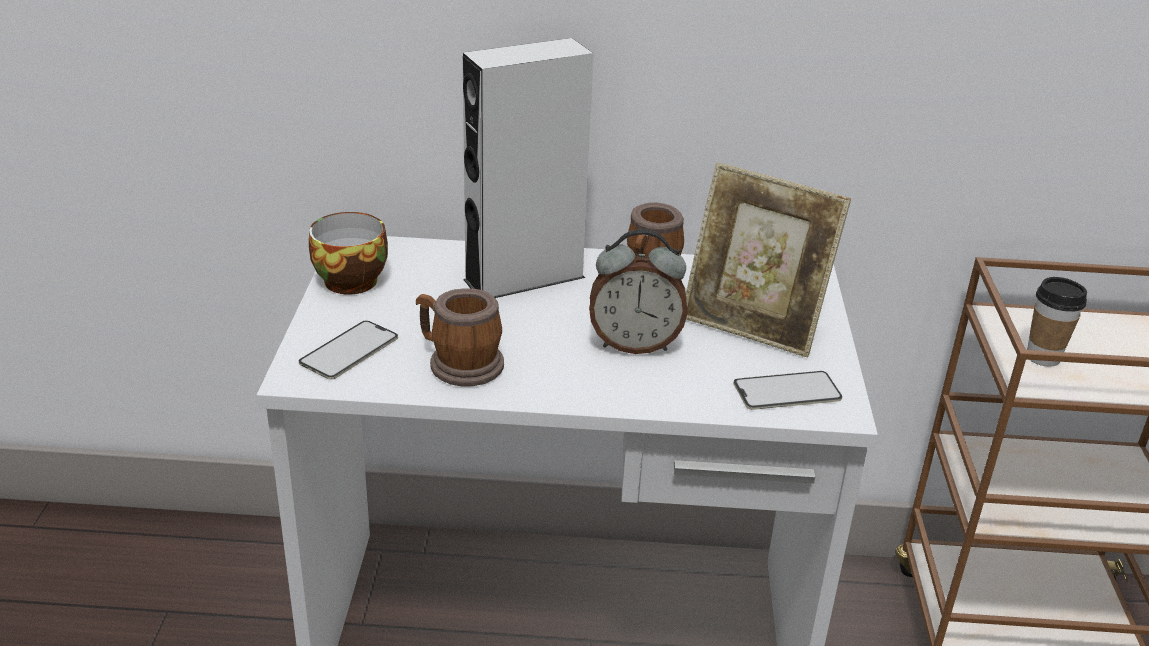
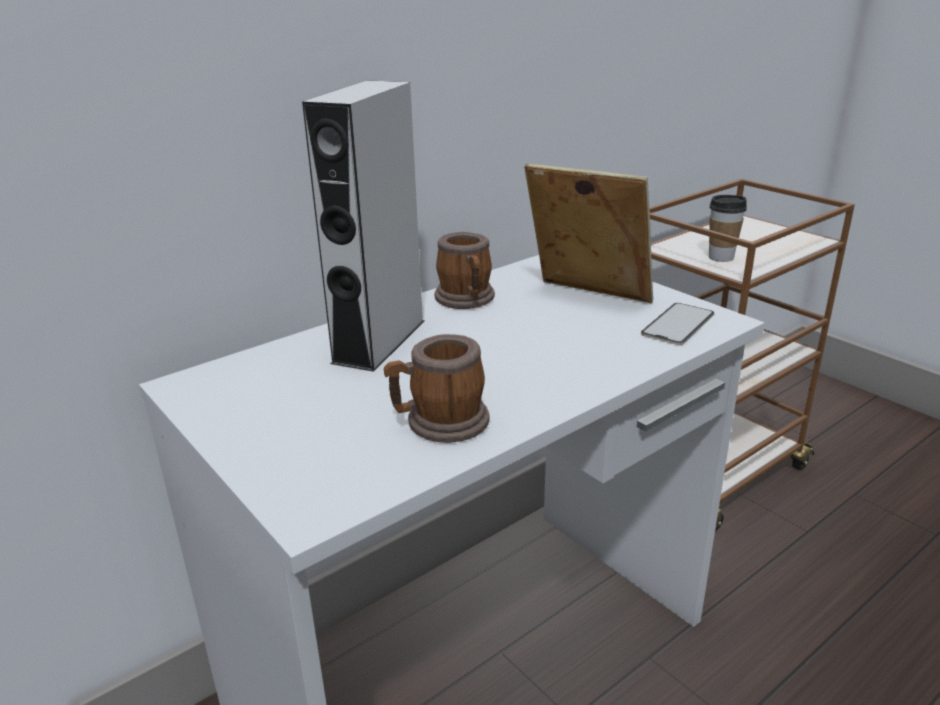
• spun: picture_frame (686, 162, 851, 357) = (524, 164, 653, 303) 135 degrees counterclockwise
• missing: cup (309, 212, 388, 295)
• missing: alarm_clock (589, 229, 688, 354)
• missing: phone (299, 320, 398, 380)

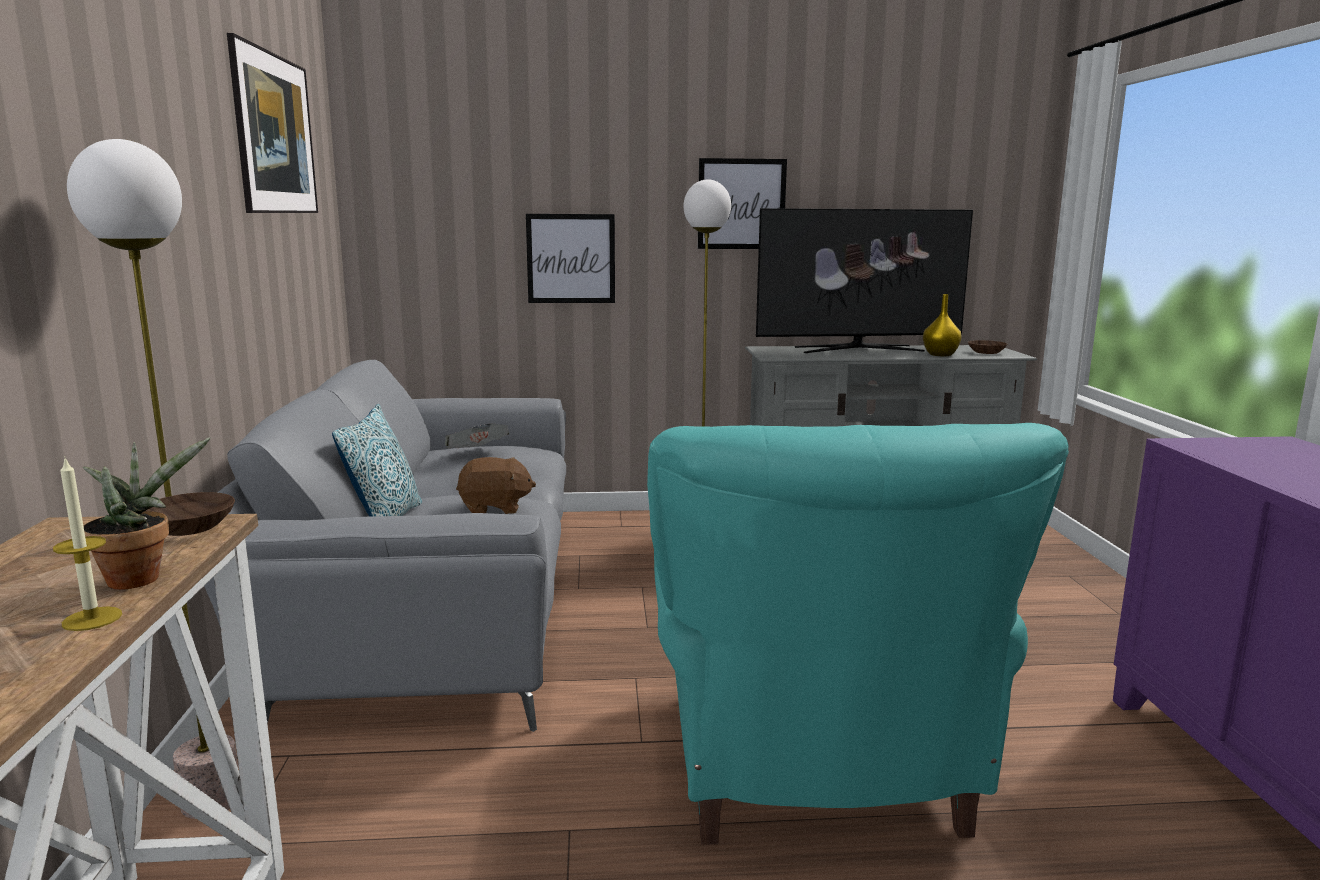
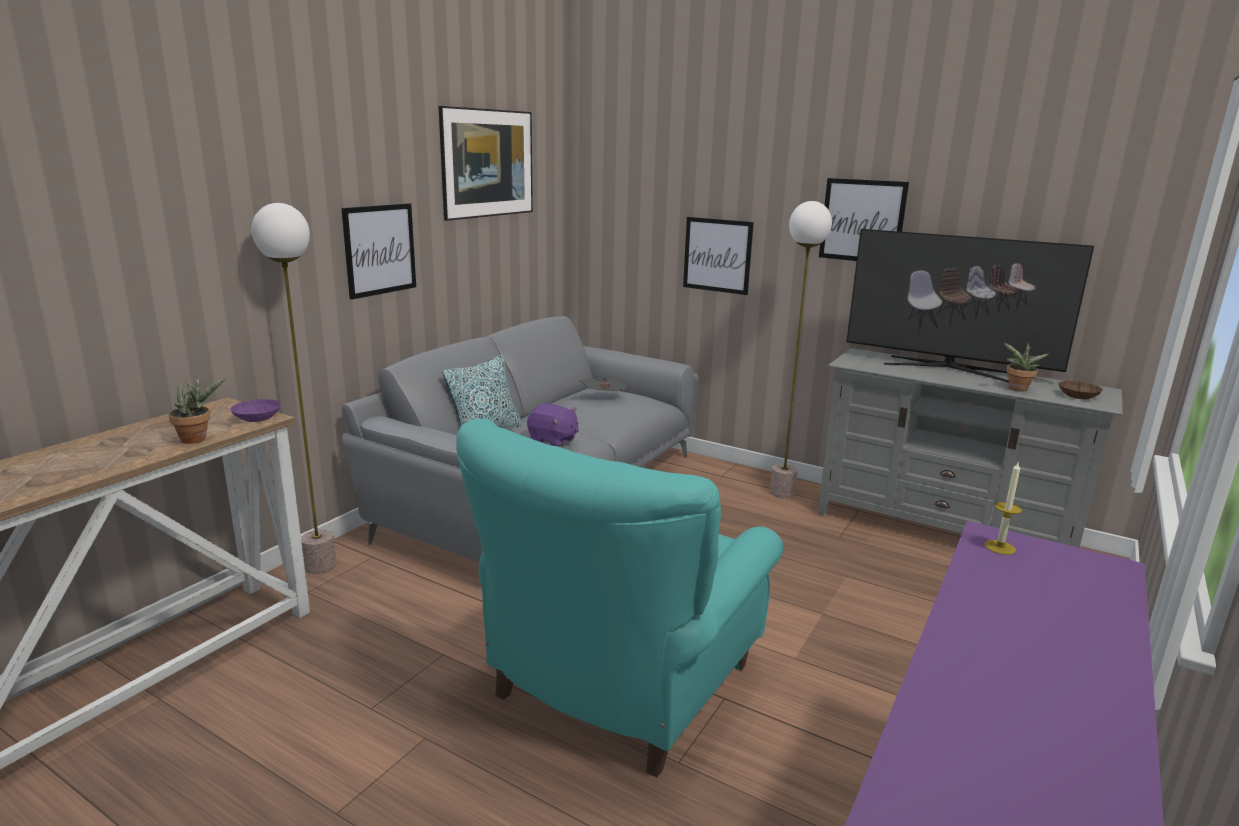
• exchanged: yellow_vase (923, 294, 962, 356) to potted_plant (1004, 342, 1049, 392)
• relocated: candle (53, 456, 122, 631) to (985, 462, 1022, 555)
• colour: brown_plush_toy (456, 457, 536, 514) to purple_plush_toy (527, 403, 579, 447)
• colour: brown_bowl (146, 492, 235, 536) to purple_bowl (230, 399, 281, 422)
• appeared: picture (342, 203, 416, 300)

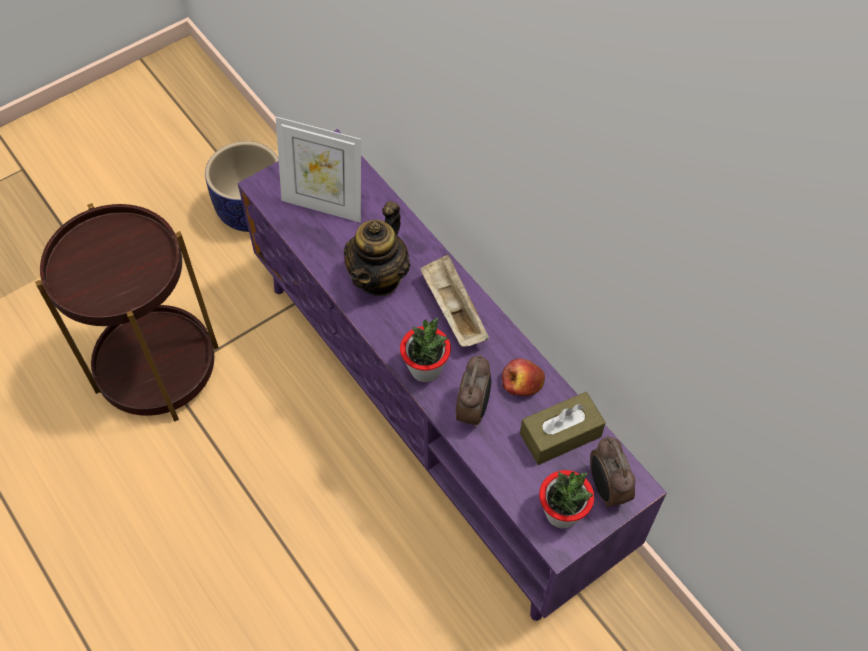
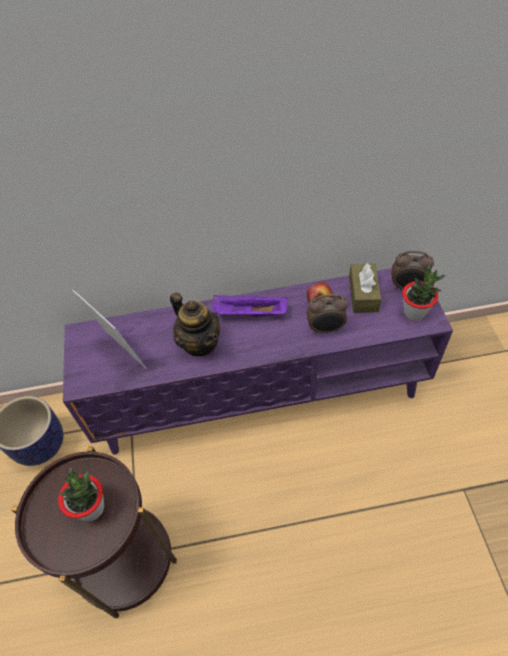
• spun: picture_frame (276, 117, 361, 223) = (72, 290, 147, 369) 90 degrees counterclockwise
• colour: beige_tray (420, 254, 489, 347) to purple_tray (213, 295, 287, 317)
• relocated: potted_plant (400, 318, 451, 382) to (58, 468, 104, 521)
• spun: alarm_clock (456, 355, 491, 427) = (307, 294, 348, 334) 135 degrees clockwise

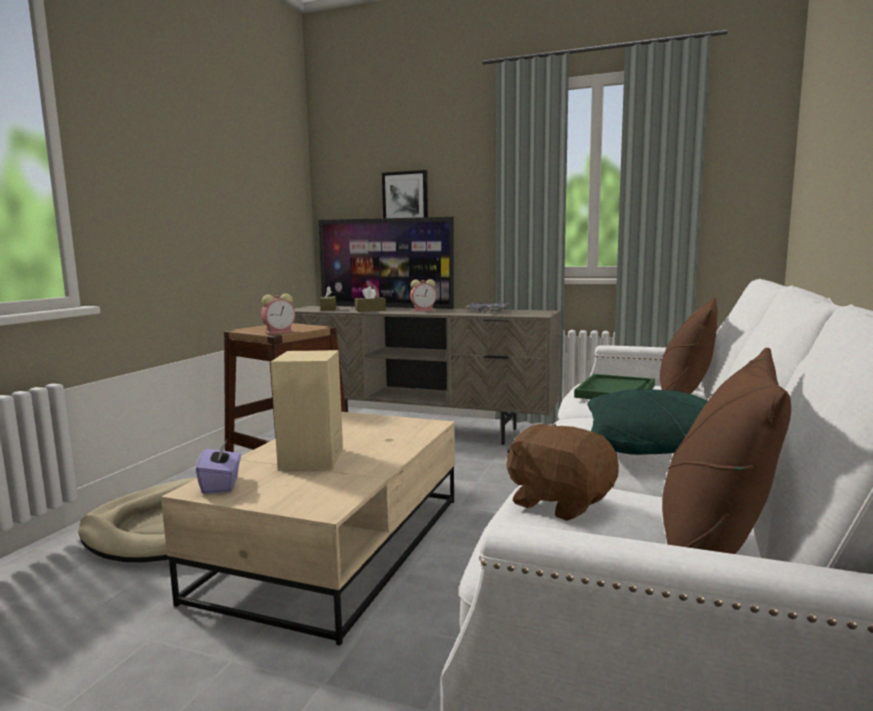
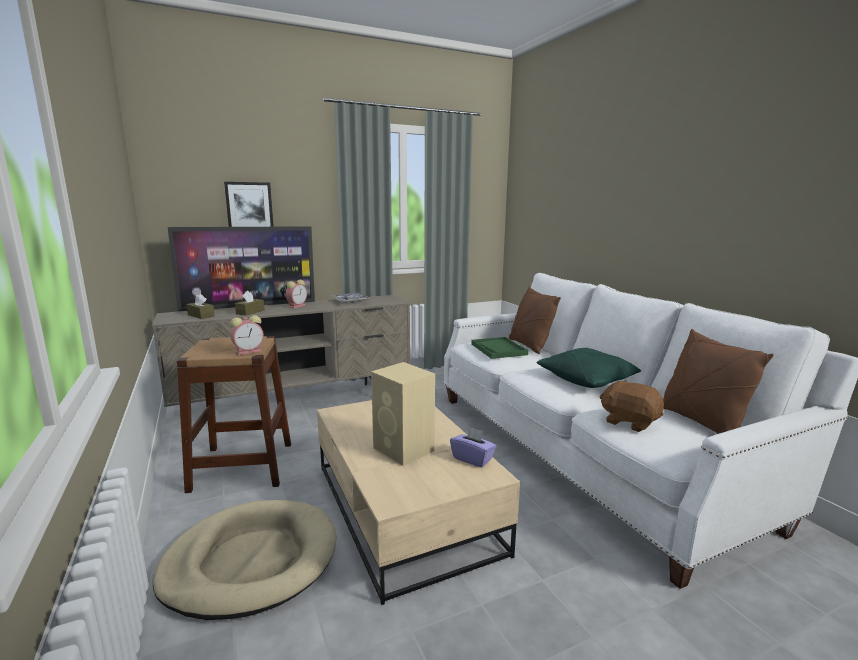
• spun: alarm_clock (261, 294, 295, 334) = (230, 315, 264, 355) 45 degrees clockwise
• spun: brown_plush_toy (507, 423, 619, 521) = (599, 380, 664, 432) 45 degrees clockwise
• relocated: purple_tissue_box (196, 440, 241, 494) to (450, 427, 496, 468)

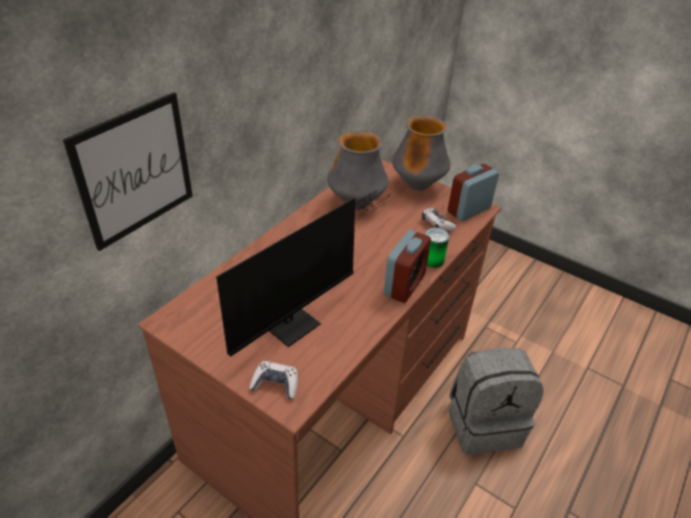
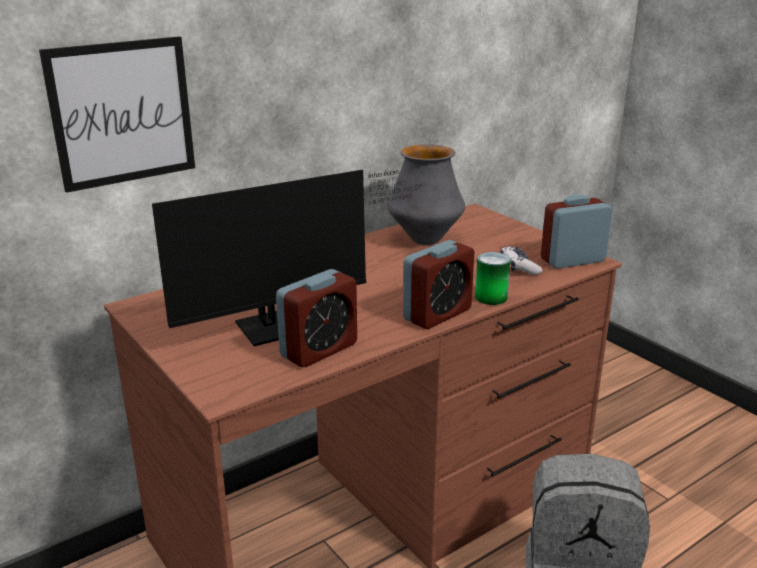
• missing: vase (392, 115, 450, 191)
• missing: game_controller (249, 361, 298, 399)
• appeared: alarm_clock (276, 269, 357, 367)

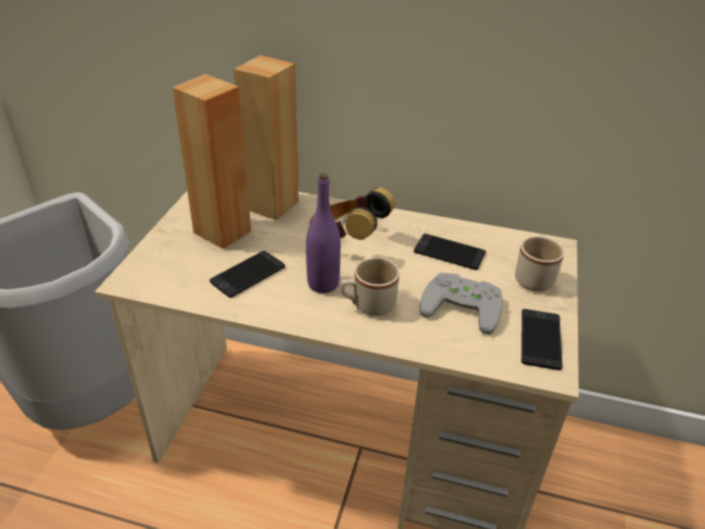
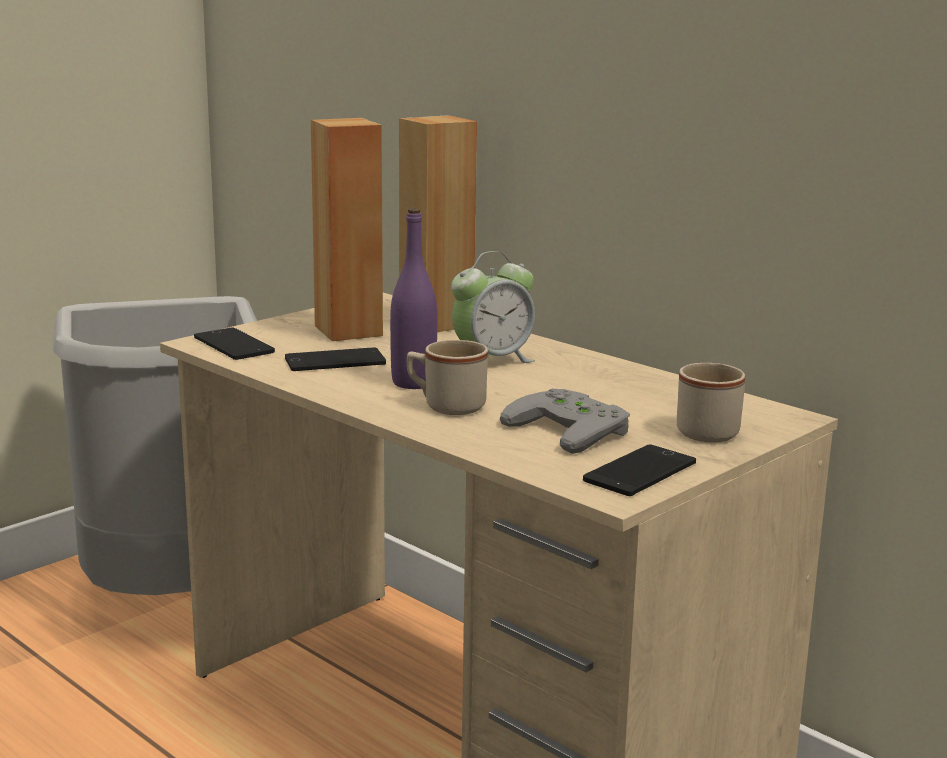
• exchanged: headphones (309, 188, 395, 240) to alarm_clock (451, 251, 535, 363)
• relocated: phone (414, 234, 486, 270) to (194, 327, 275, 360)

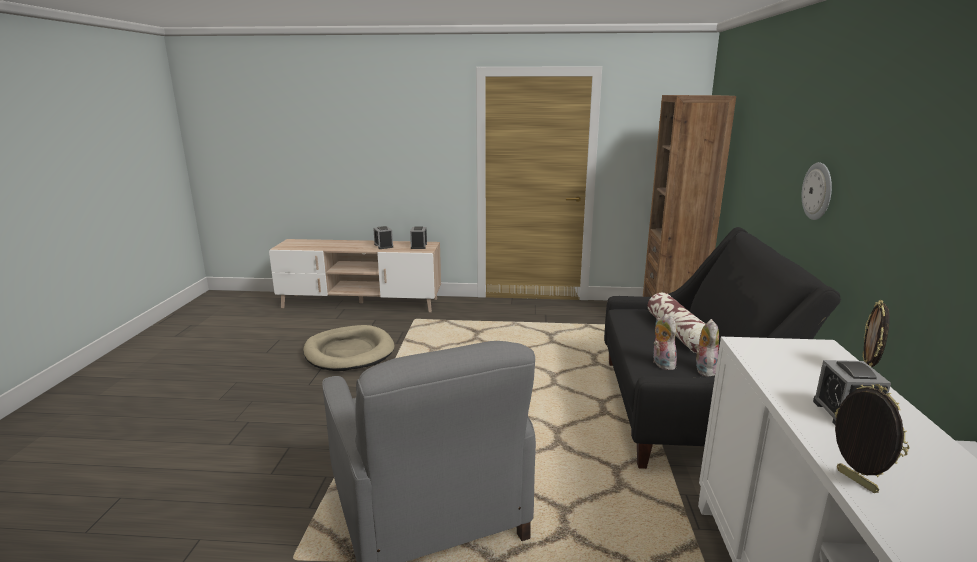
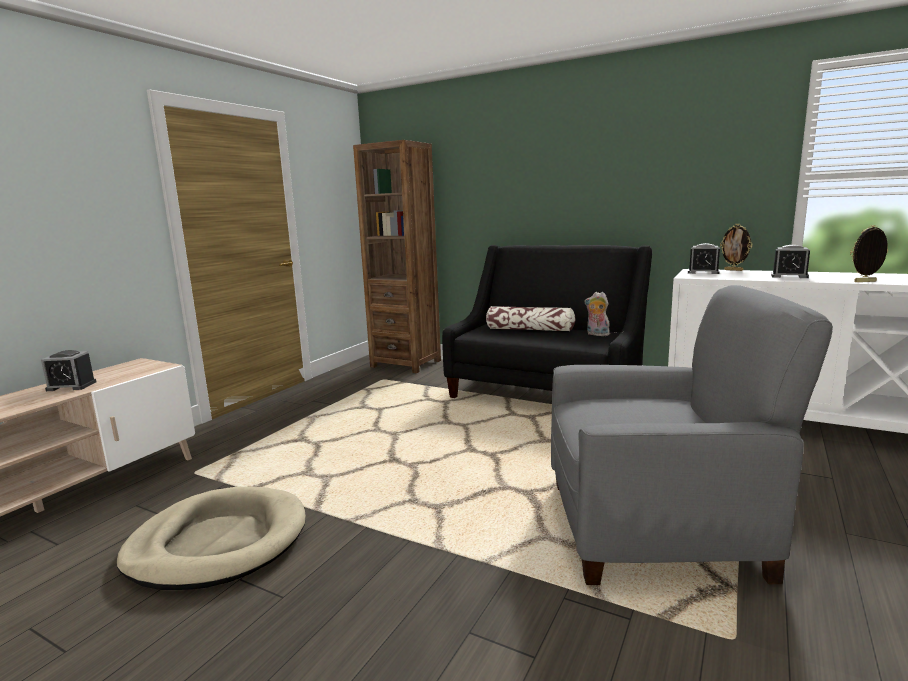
• missing: wall_clock (802, 162, 832, 220)
• relocated: alarm_clock (410, 227, 427, 249) to (688, 243, 720, 274)
• missing: plush_toy (653, 314, 677, 370)

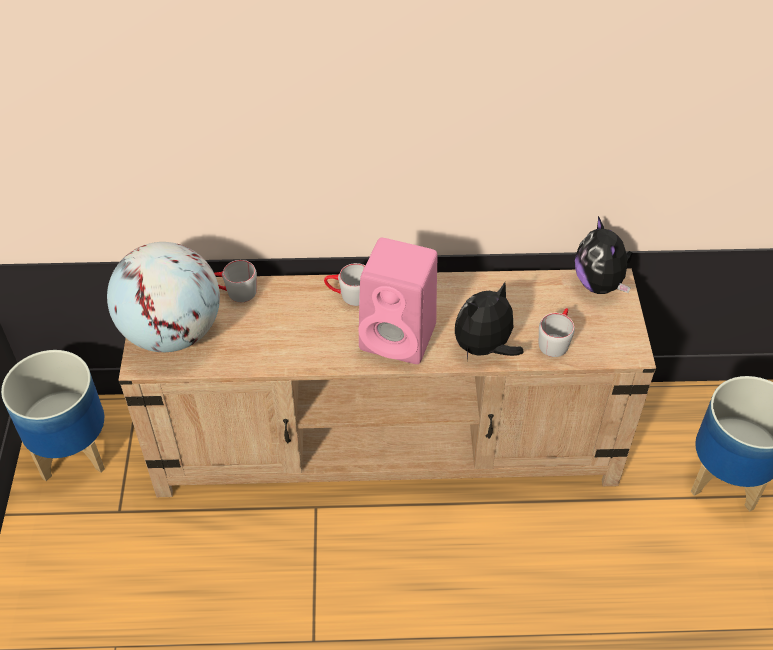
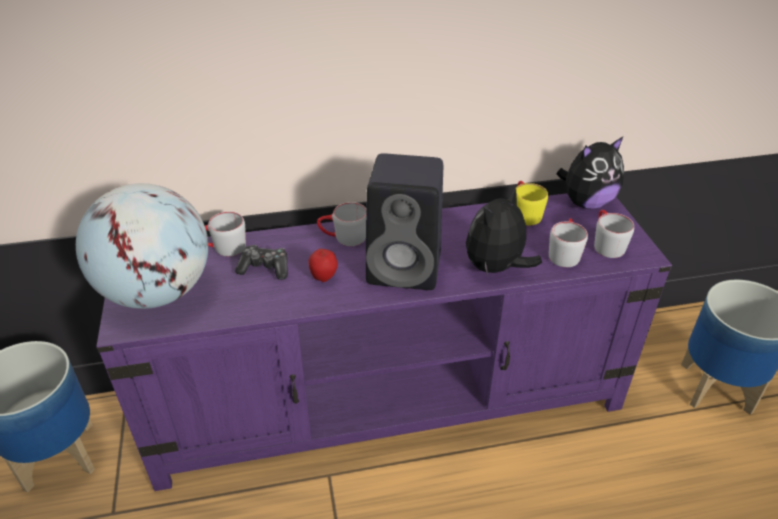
• spun: plush_toy (575, 216, 633, 294) = (557, 136, 624, 209) 90 degrees counterclockwise
• colour: pink_speaker (358, 238, 438, 364) to black_speaker (366, 153, 443, 290)
• colour: beige_tv_stand (118, 268, 656, 497) to purple_tv_stand (96, 193, 672, 491)
• appeared: yellow_mug (516, 181, 548, 225)
• appeared: grey_mug (594, 210, 634, 258)
• appeared: game_controller (235, 245, 288, 280)
• appeared: apple (308, 248, 338, 282)

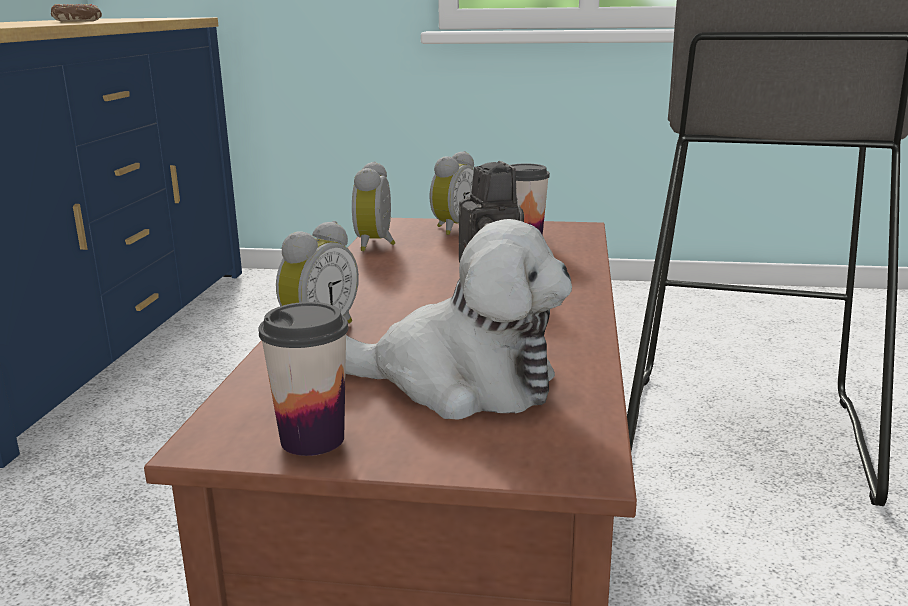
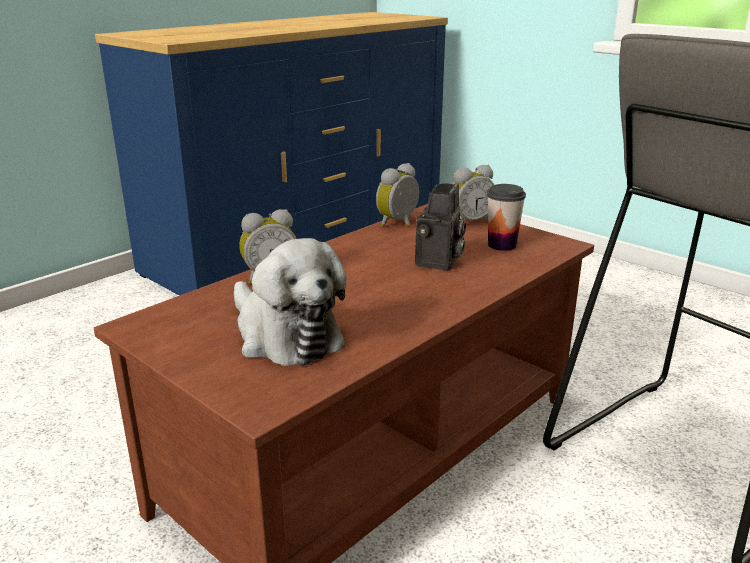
• missing: donut (51, 4, 102, 22)
• missing: cup (258, 302, 348, 456)

